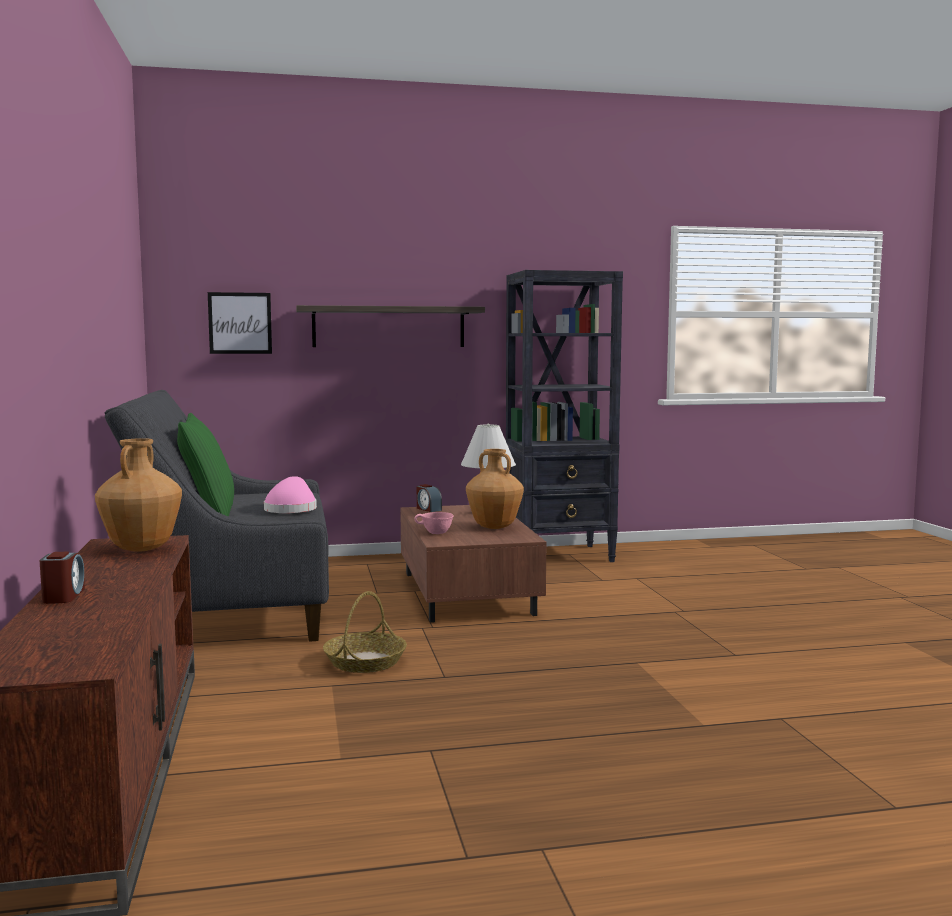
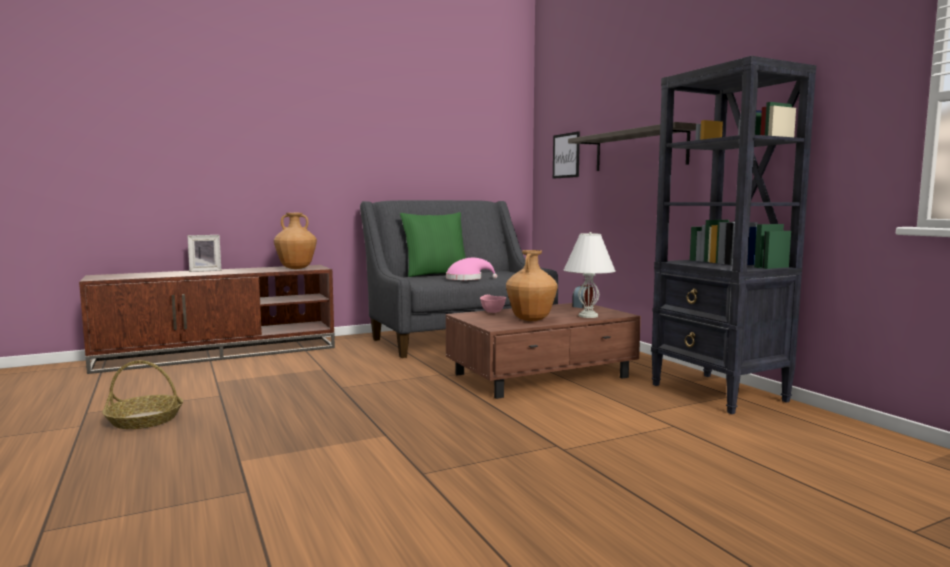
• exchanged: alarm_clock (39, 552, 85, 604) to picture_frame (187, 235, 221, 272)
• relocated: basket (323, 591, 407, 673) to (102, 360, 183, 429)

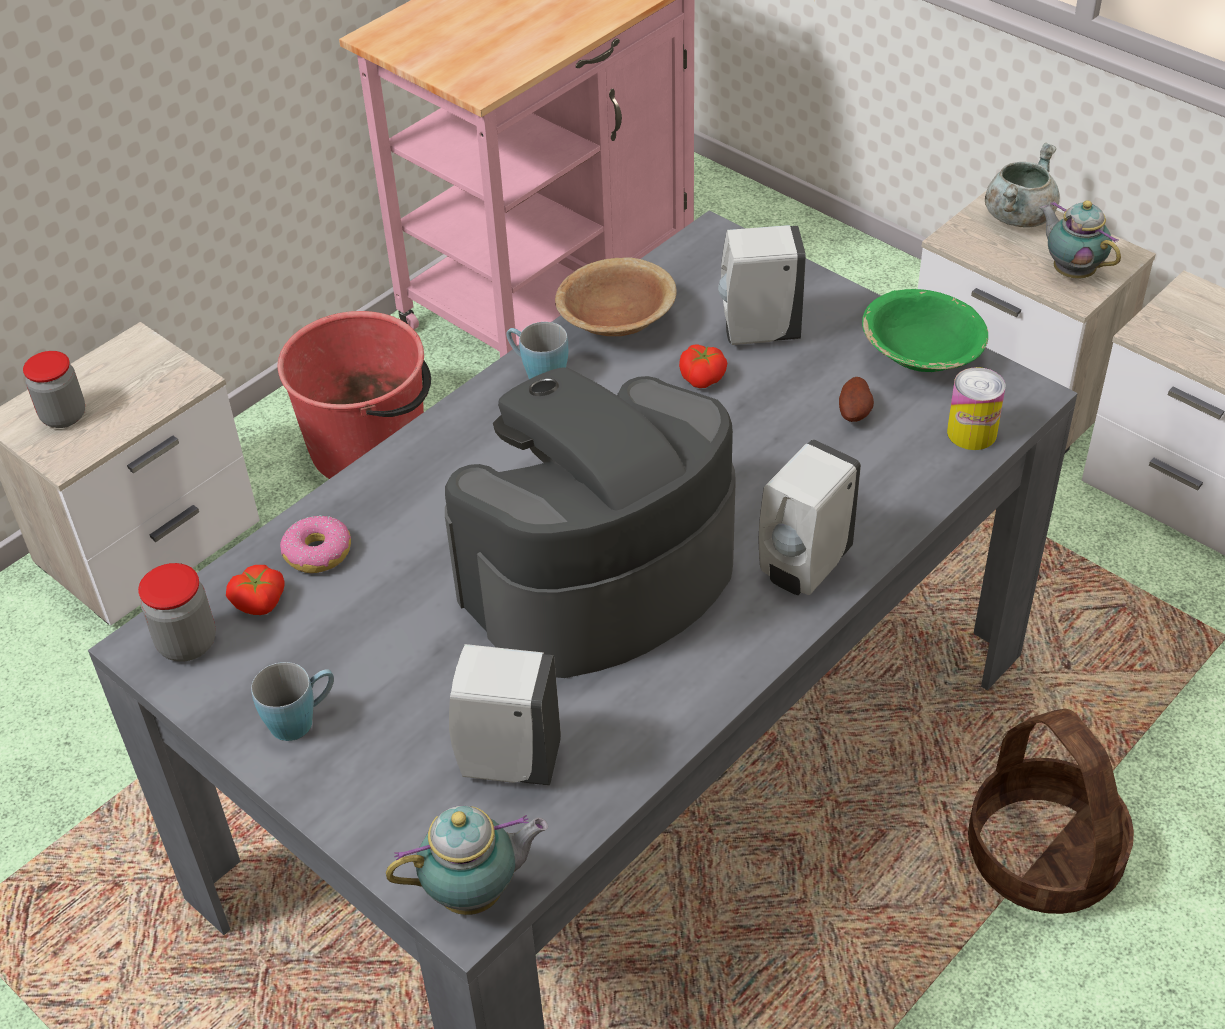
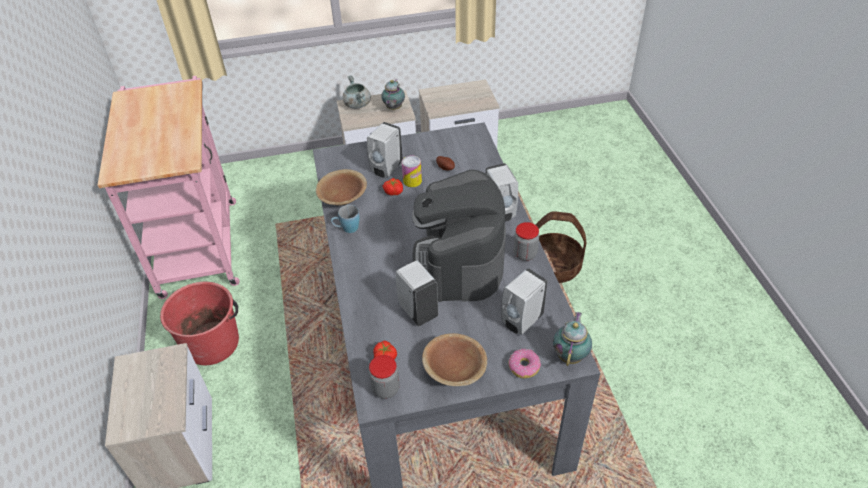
• spun: teapot (1040, 200, 1121, 279) = (382, 79, 405, 110) 75 degrees counterclockwise
• missing: green_bowl (862, 289, 988, 372)
• relocated: jar (23, 351, 85, 428) to (513, 222, 539, 261)
• relocated: can (947, 367, 1005, 450) to (402, 156, 422, 187)
• relocated: donut (280, 515, 351, 573) to (508, 349, 541, 378)
• exchanged: blue_mug (251, 662, 334, 741) to brown_bowl (422, 333, 487, 386)
• appeared: white_soap_dispenser (396, 260, 438, 326)

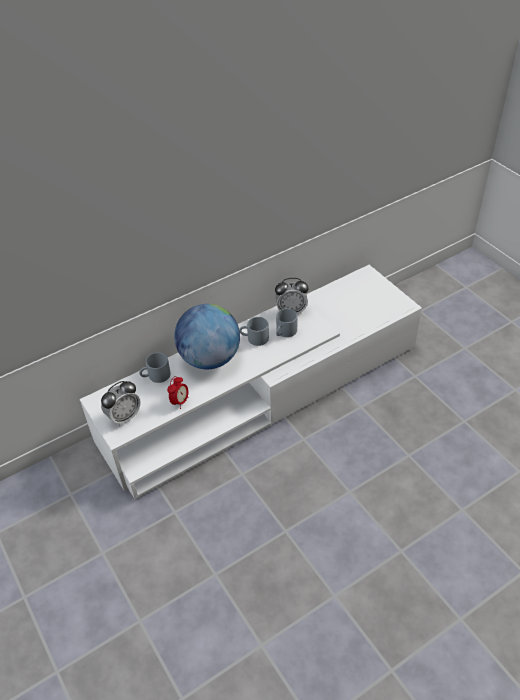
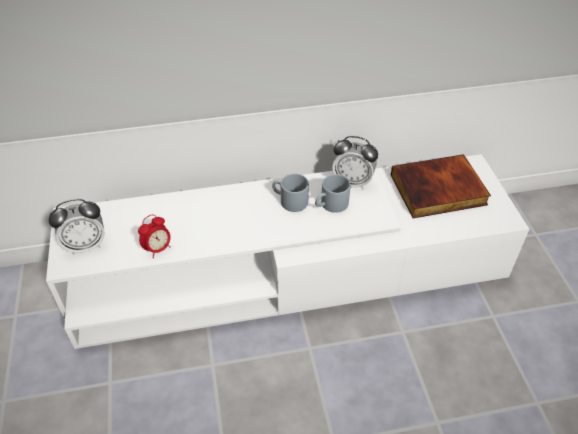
• missing: globe (174, 304, 240, 369)
• missing: grey_mug (139, 353, 171, 383)
• appeared: book (391, 154, 491, 218)

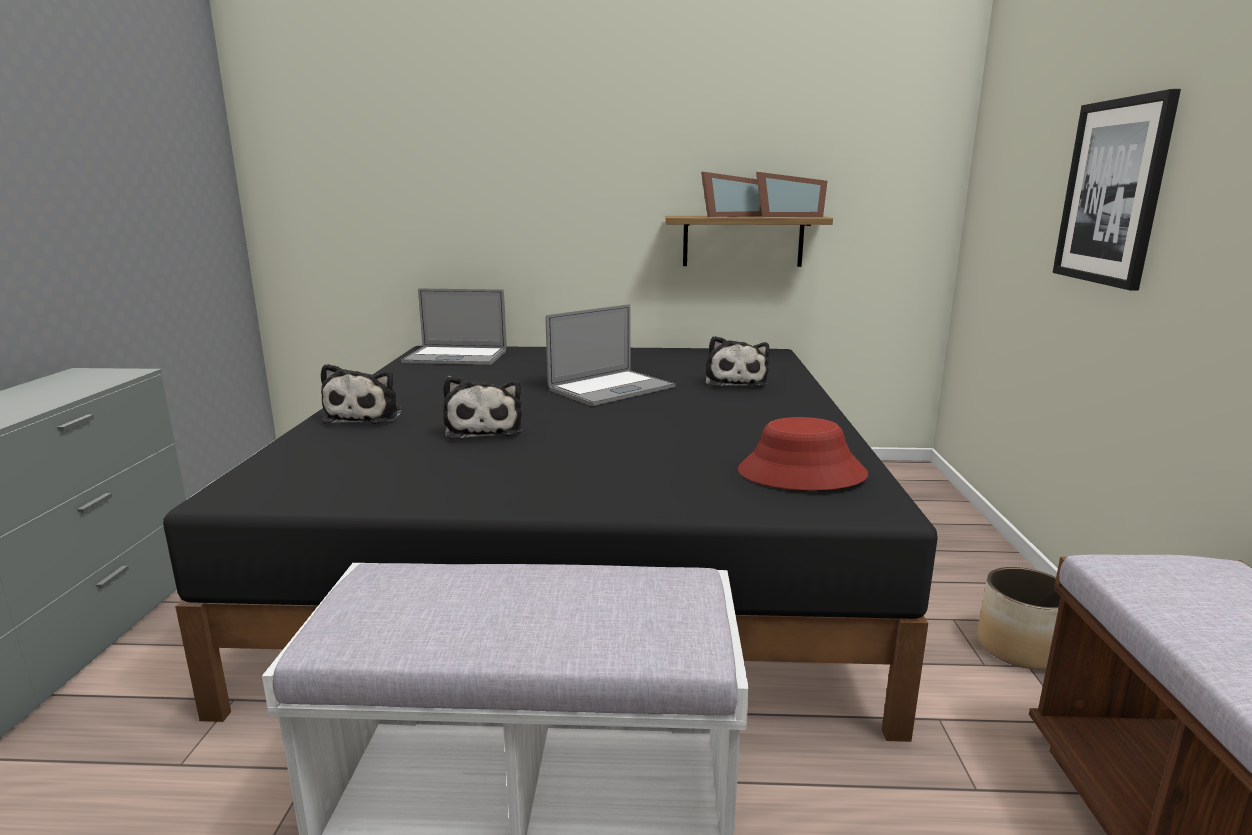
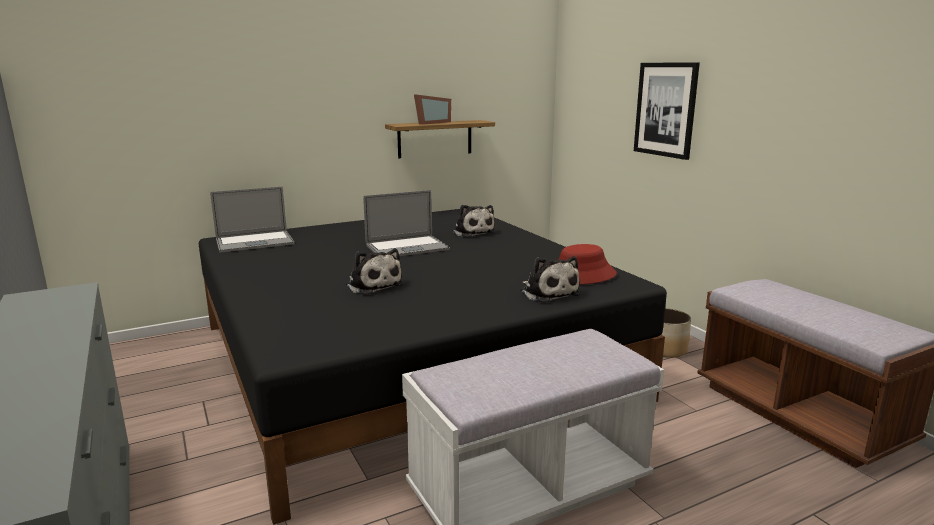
• missing: picture_frame (756, 172, 827, 217)
• spun: laptop (546, 304, 675, 406) = (363, 190, 450, 256) 45 degrees clockwise
• relocated: plush_toy (321, 364, 402, 424) to (520, 256, 580, 303)

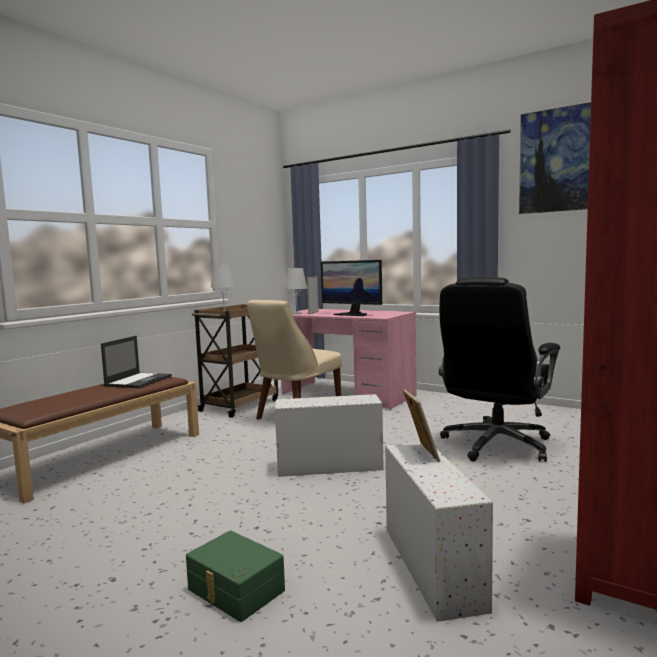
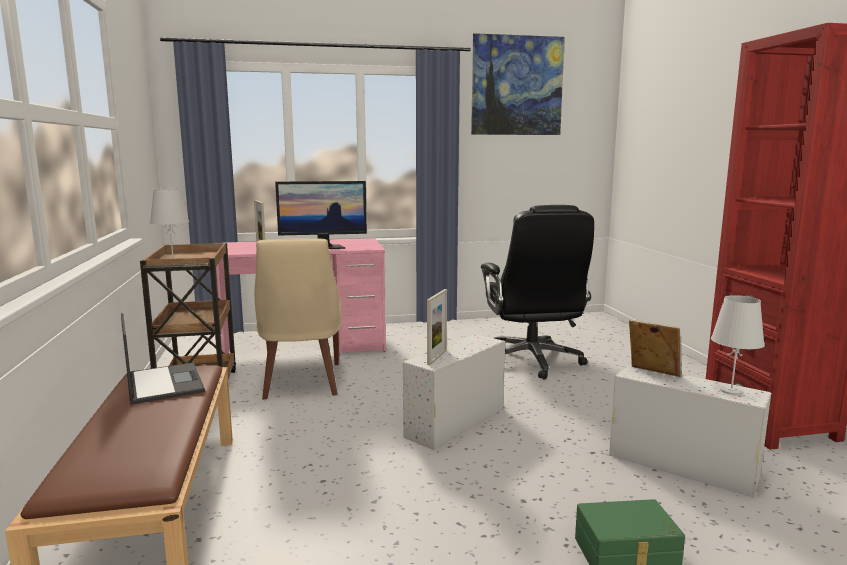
• relocated: white_table_lamp (285, 268, 307, 314) to (711, 295, 765, 395)
• appeared: picture_frame (427, 289, 447, 365)

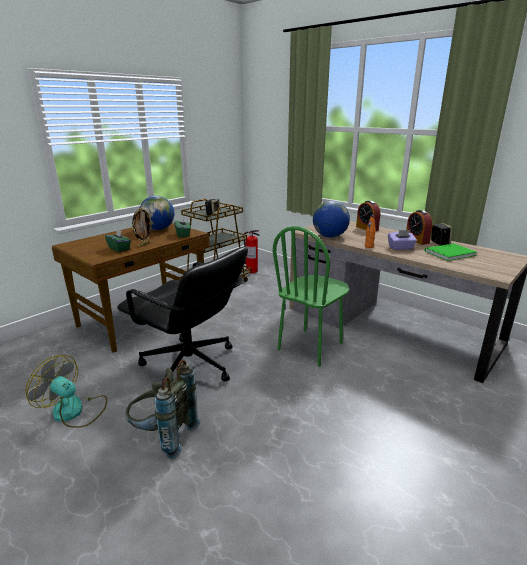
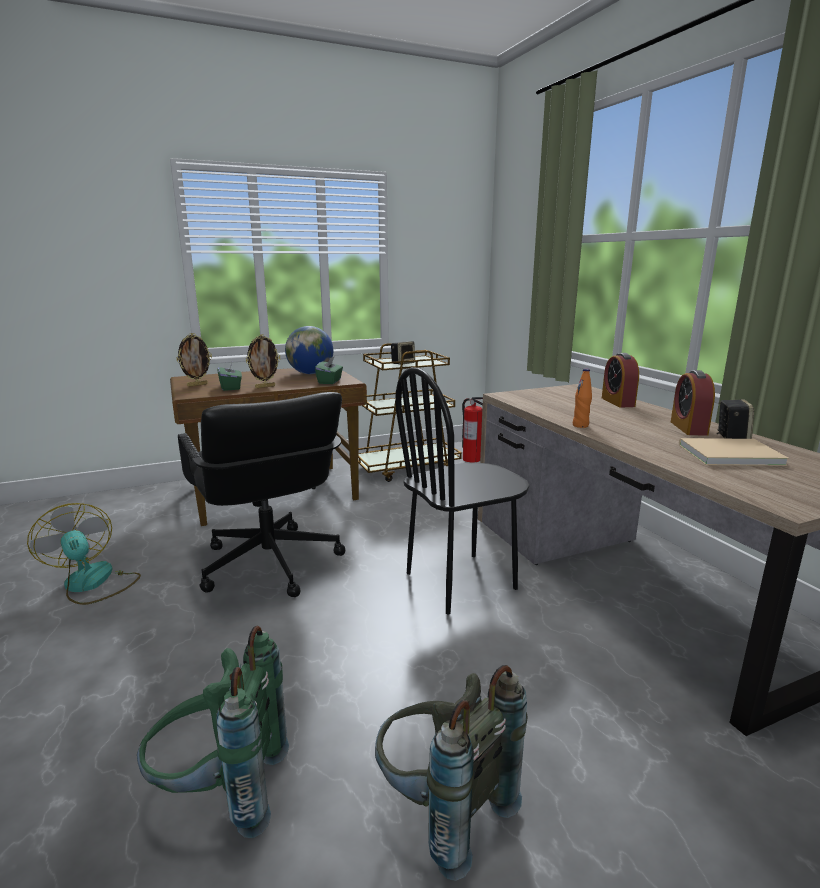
• missing: globe (313, 201, 350, 238)
• colour: green_chair (273, 226, 349, 367) to black_chair (395, 367, 530, 615)
• missing: purple_tissue_box (388, 230, 417, 250)
• colour: green_book (424, 243, 477, 261) to beige_book (679, 438, 789, 466)
• relocated: grey_backpack (125, 360, 200, 459) to (375, 665, 527, 881)
• appeared: picture_frame (177, 333, 212, 387)
• appeared: green_backpack (137, 626, 289, 838)

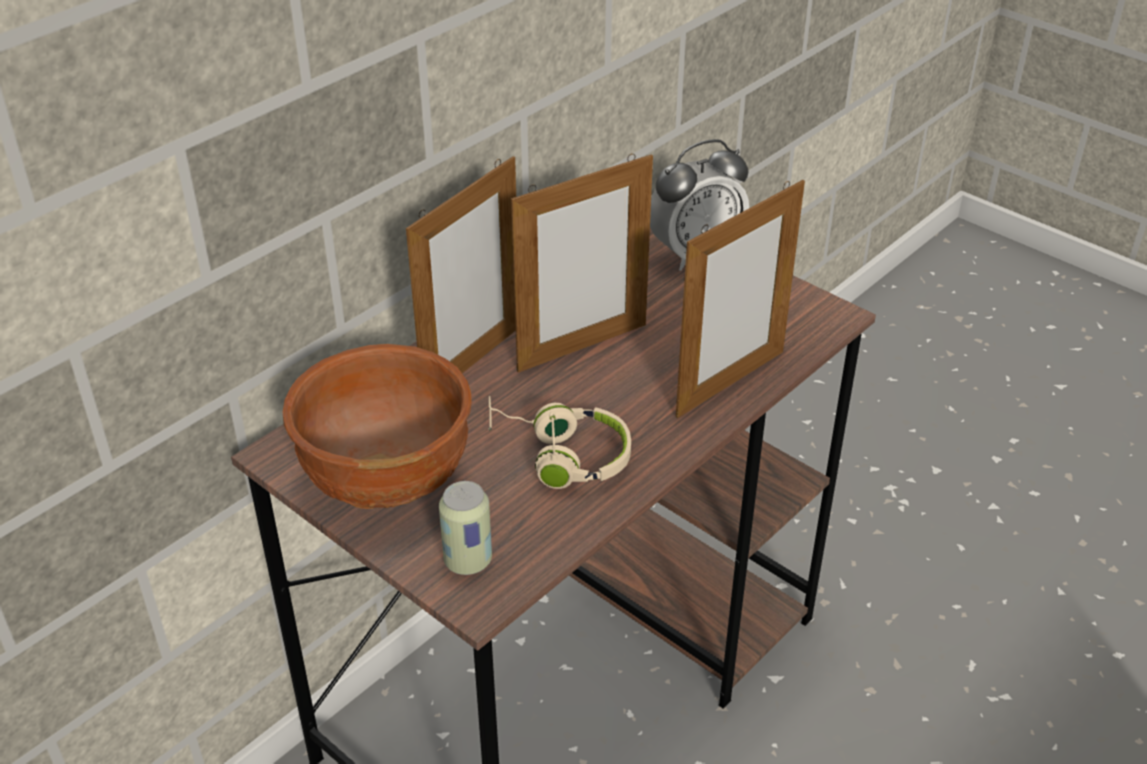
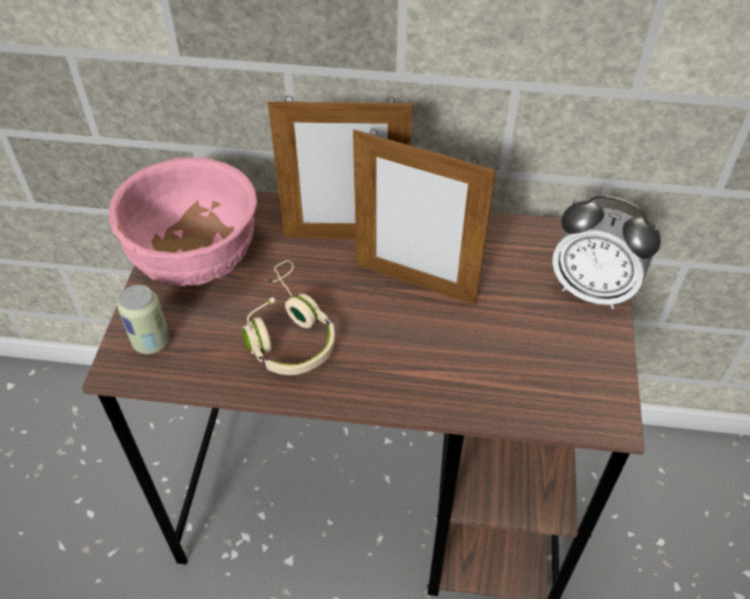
• missing: picture_frame (676, 180, 805, 418)
• colour: brown_bowl (283, 344, 472, 509) to pink_bowl (109, 157, 257, 286)

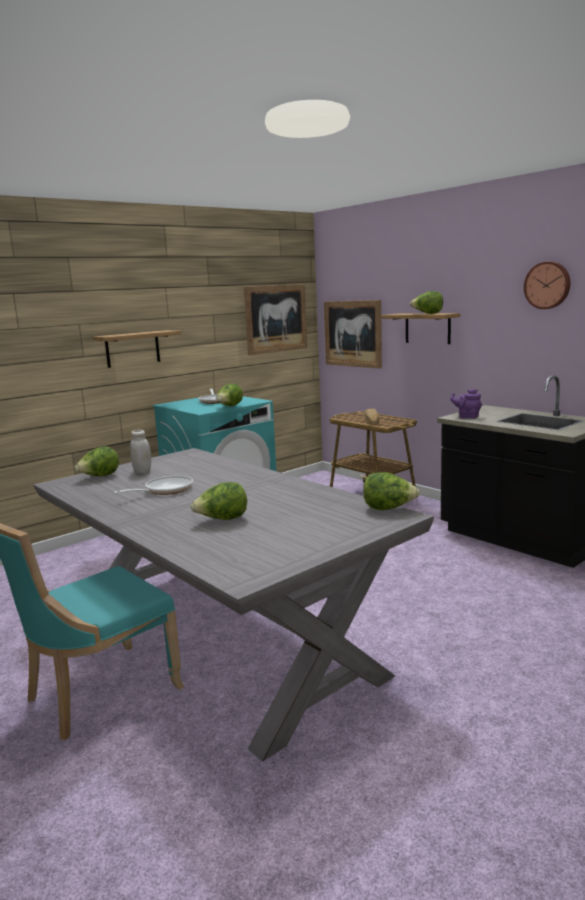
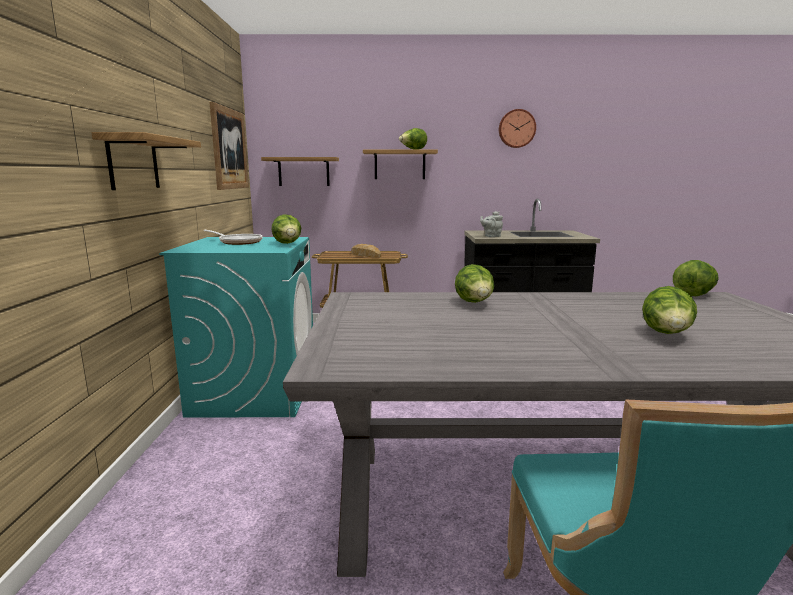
• exchanged: picture (324, 300, 382, 369) to shelf (261, 157, 339, 186)
• colour: purple_teapot (450, 389, 482, 419) to grey_teapot (480, 211, 503, 237)
• missing: white_jar (130, 430, 151, 474)
• relocated: lettuce (75, 447, 119, 476) to (455, 264, 494, 303)
• missing: frying_pan (113, 476, 193, 495)

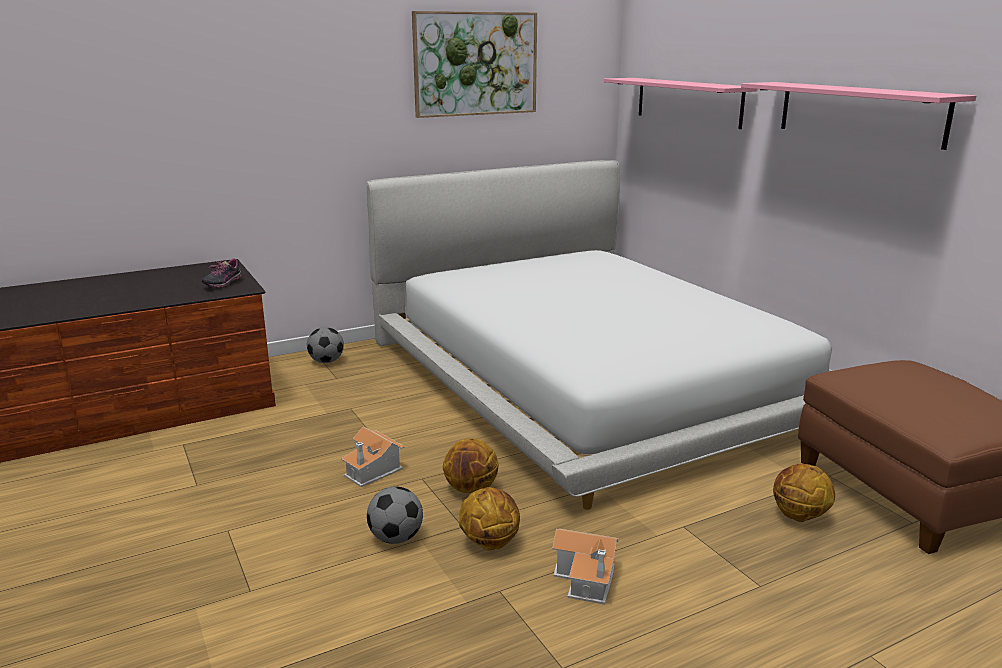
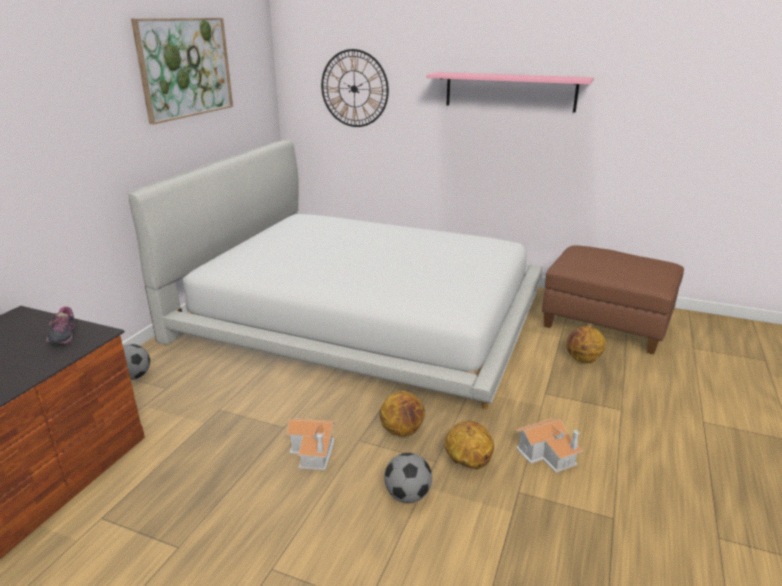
• exchanged: pink_shelf (604, 78, 757, 129) to wall_clock (321, 49, 389, 127)

